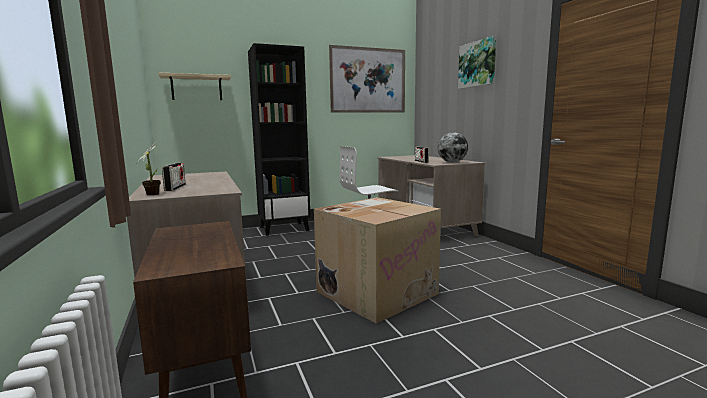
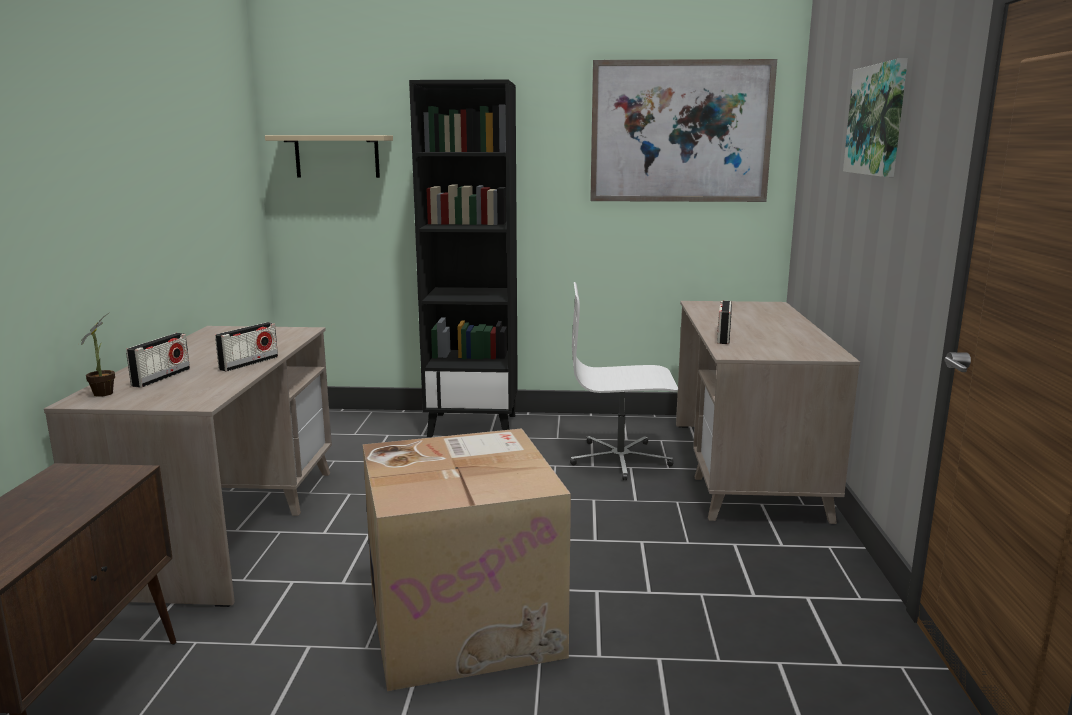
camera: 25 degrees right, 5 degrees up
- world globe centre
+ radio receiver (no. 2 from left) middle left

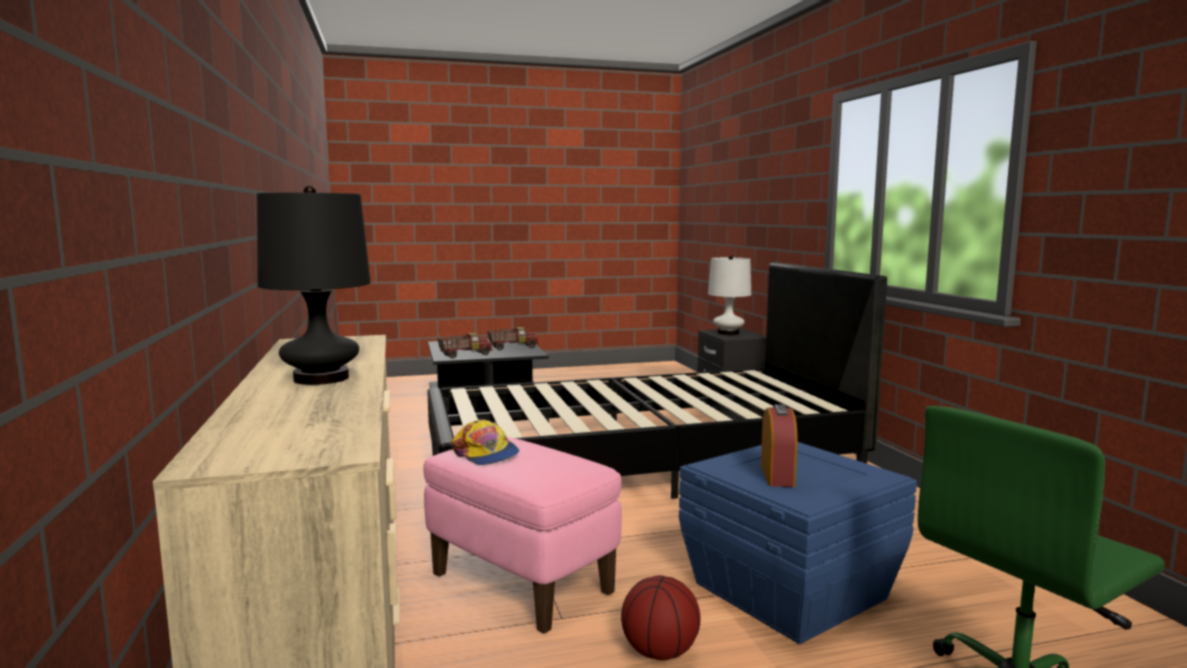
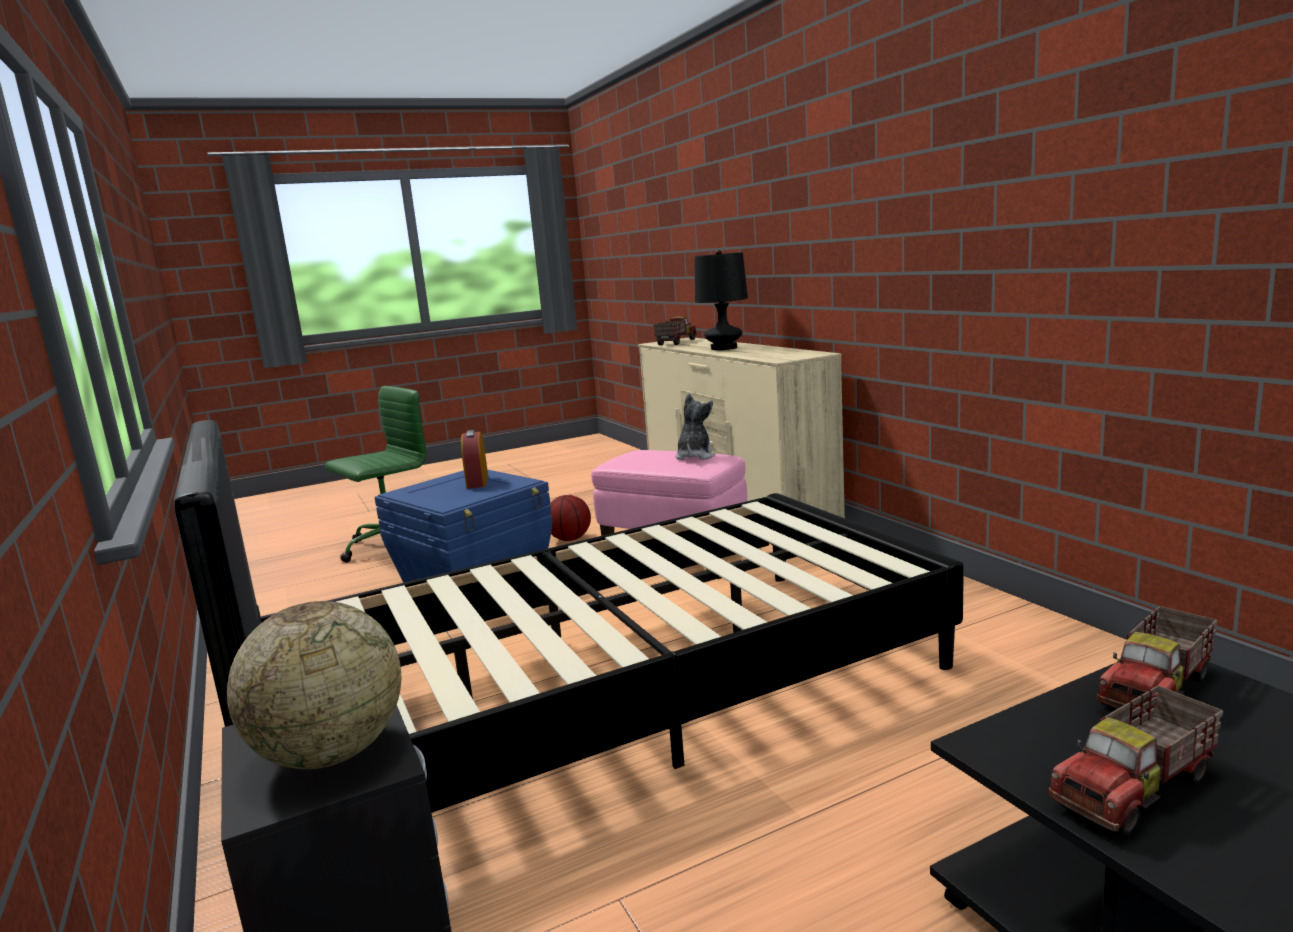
camera: 170 degrees right, 5 degrees up
+ model truck (no. 1 from left) centre
~ peaked cap centre to soft toy centre
~ white lamp for a table centre to world globe bottom left

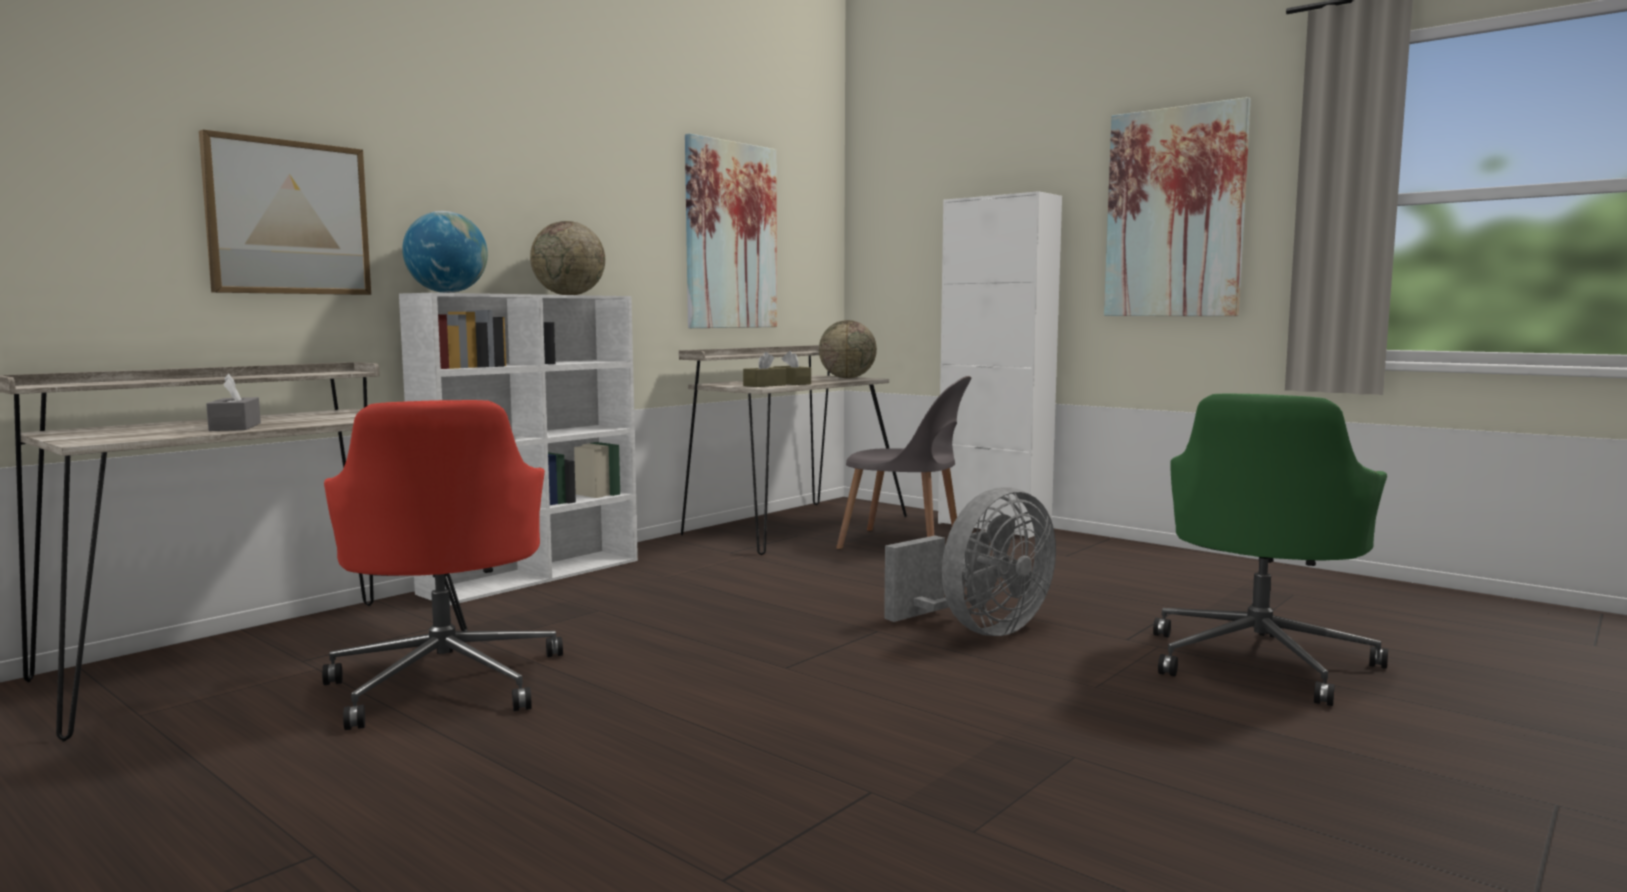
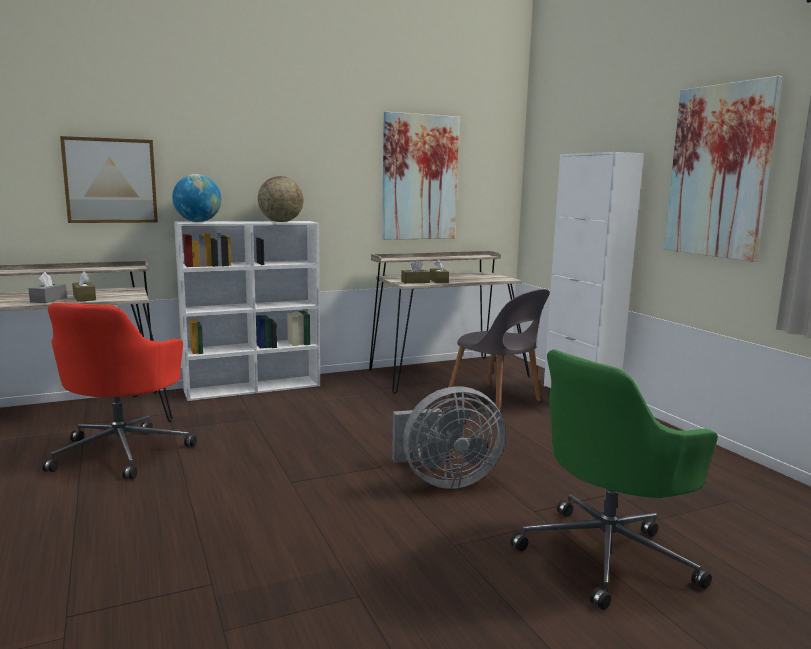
camera: 25 degrees right, 5 degrees up
- world globe (no. 3 from left) centre
+ brownish tissue box (no. 1 from left) middle left

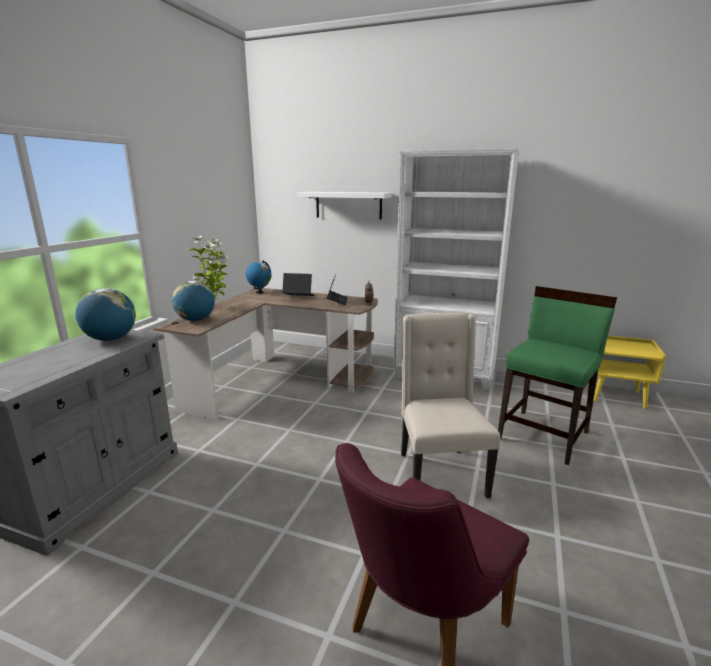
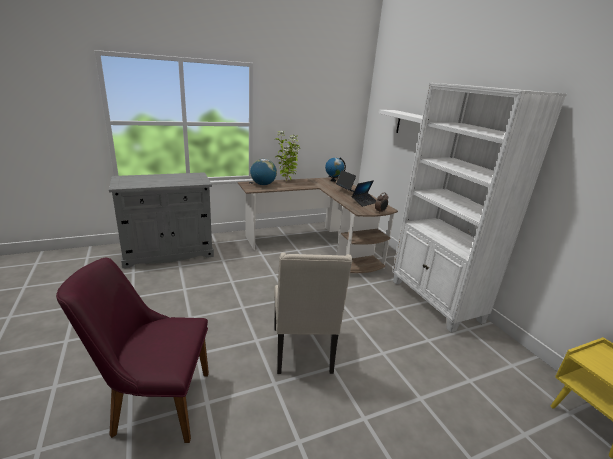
camera: 45 degrees right, 5 degrees up
- world globe (no. 1 from left) middle left
- greenish plain chair middle right
~ beige-coloured plain chair centre = bottom centre 135 degrees clockwise

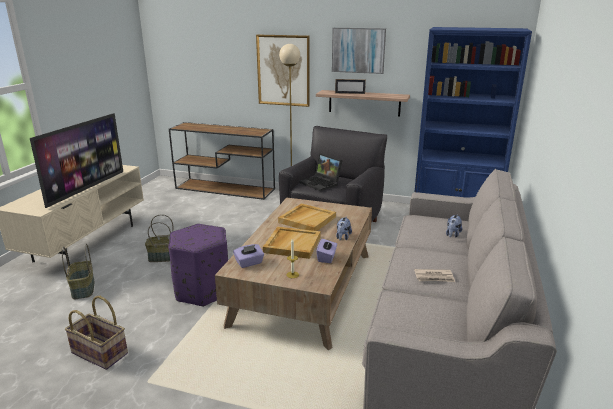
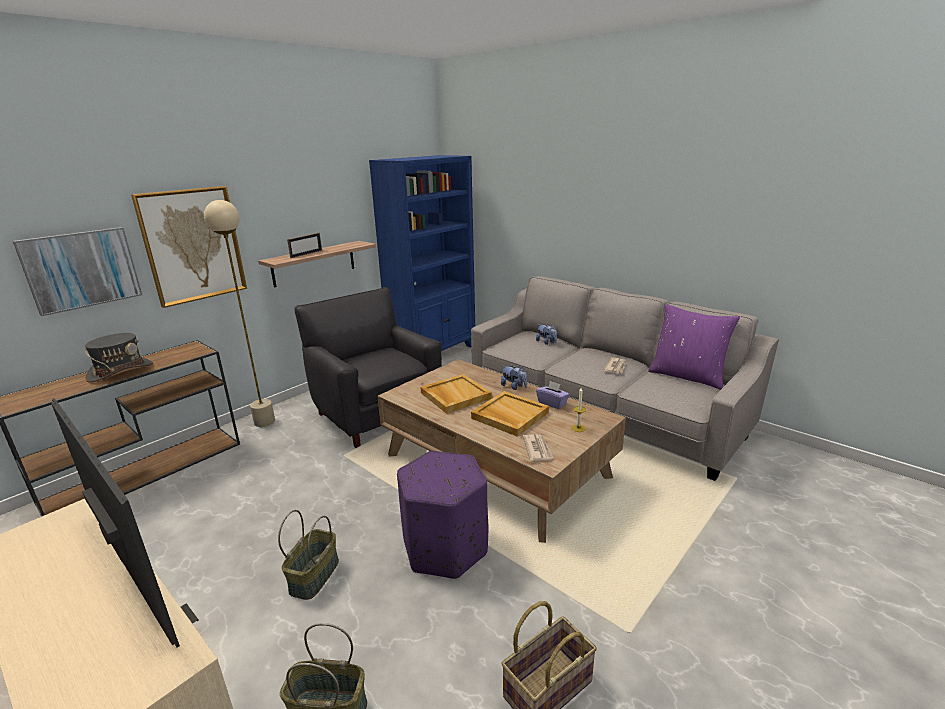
camera: 65 degrees left, 0 degrees up
- laptop centre
+ gray clothing hat middle left
+ purple throw pillow middle right
~ picture (no. 2 from left in the first image) top centre to picture (no. 1 from left) middle left
~ purple tissue box (no. 1 from left) centre to printed paper (no. 1 from left) centre

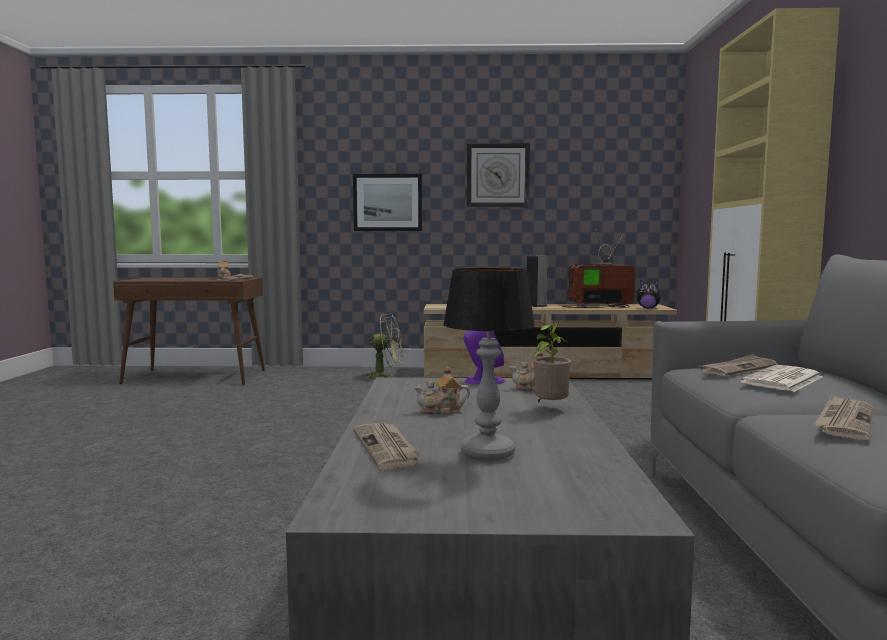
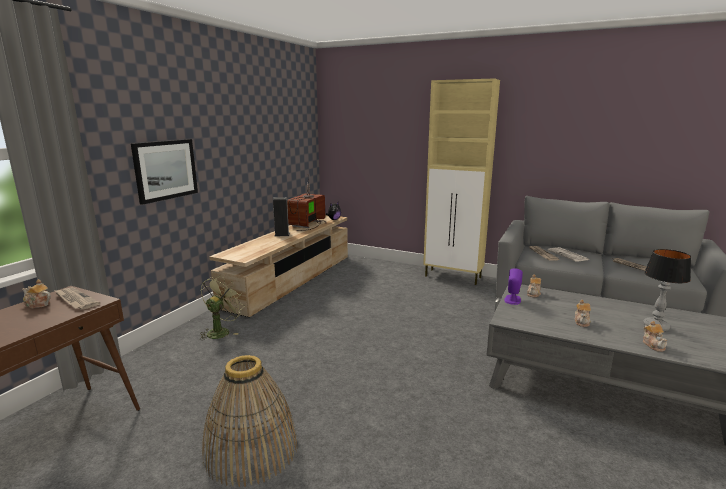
camera: 65 degrees left, 10 degrees up
- wall clock top centre
- houseplant centre
+ storage basket bottom centre
~ printed paper (no. 2 from left) bottom centre to teapot (no. 4 from left) bottom right

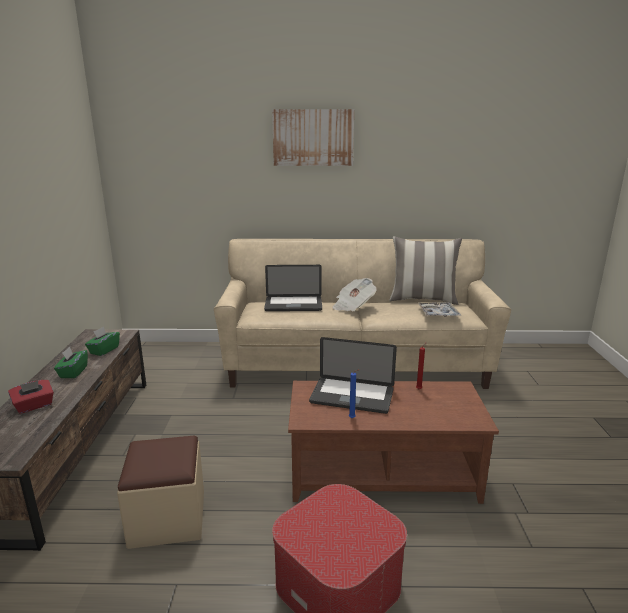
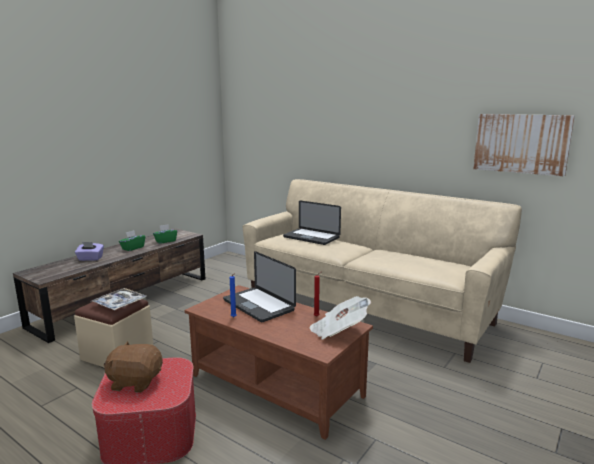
camera: 35 degrees right, 5 degrees down
- throw pillow middle right
+ brownish soft toy bottom left
~ picture top centre to top right
~ printed paper centre to bottom centre
~ tray middle right to middle left
~ red tissue box middle left to purple tissue box middle left

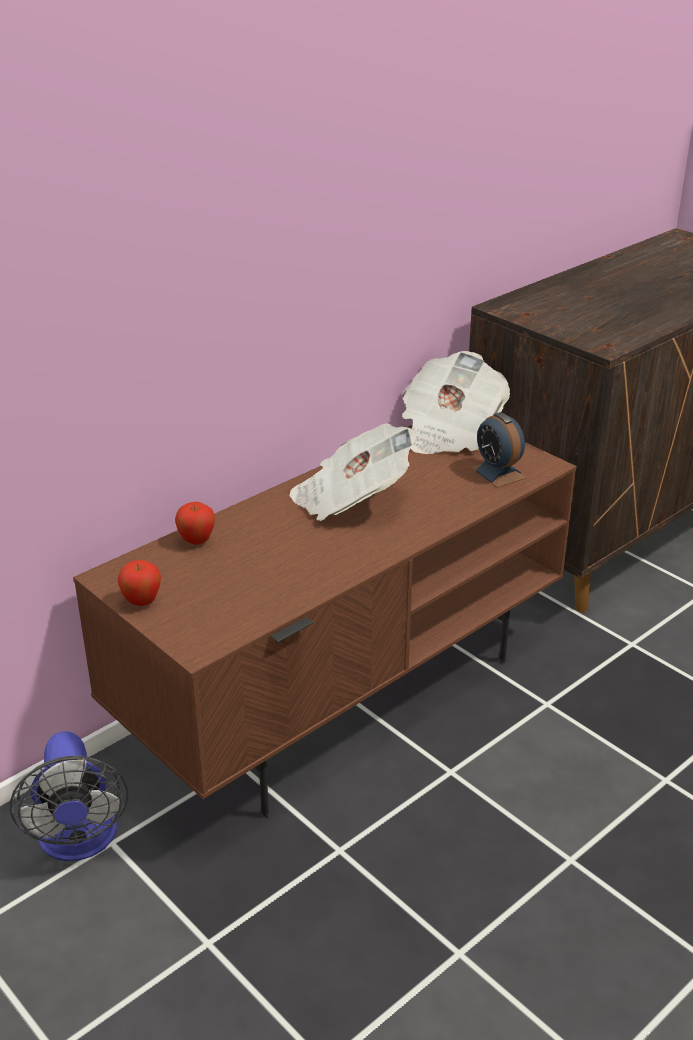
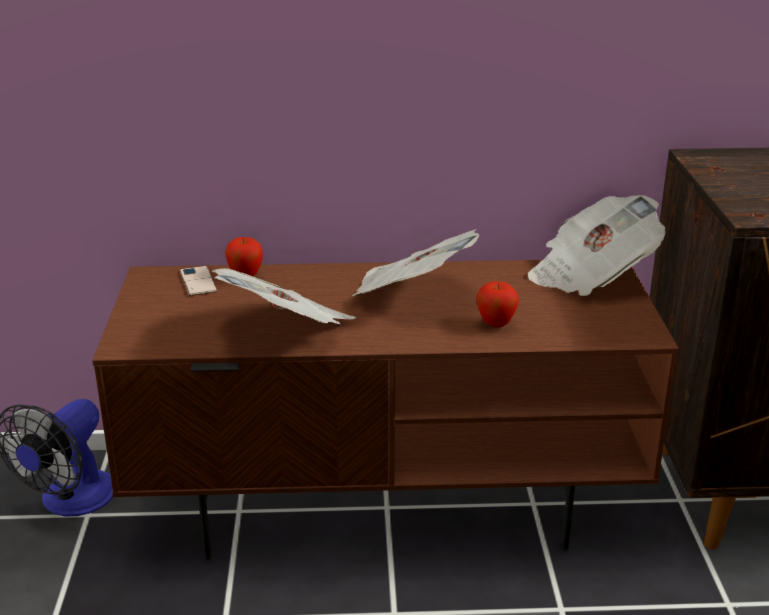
camera: 40 degrees right, 5 degrees down
- alarm clock middle right
+ telephone middle left
+ printed paper (no. 1 from left) centre
~ whole apple (no. 1 from left in the first image) middle left to whole apple (no. 2 from left) centre

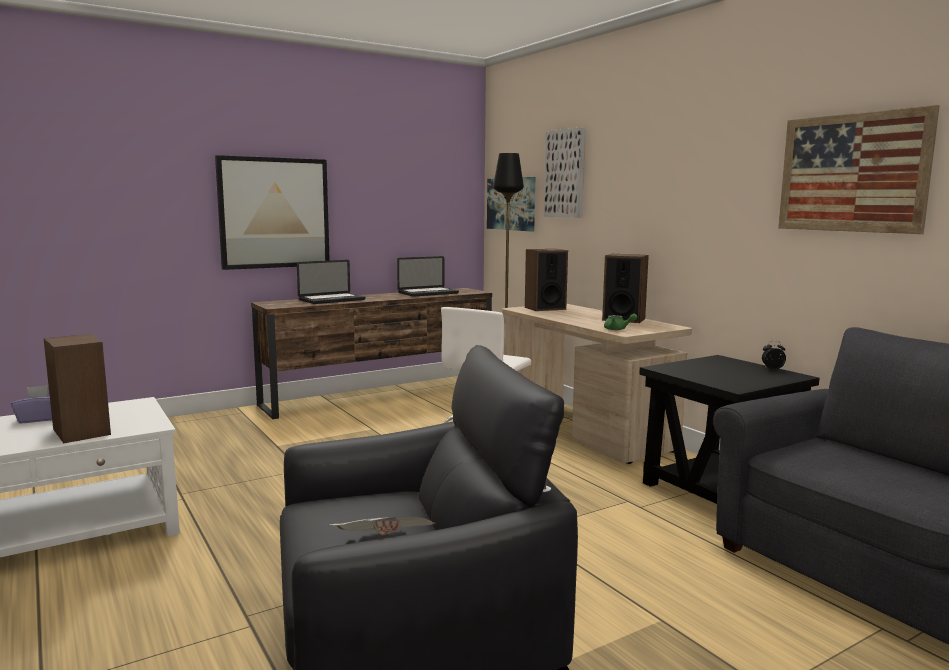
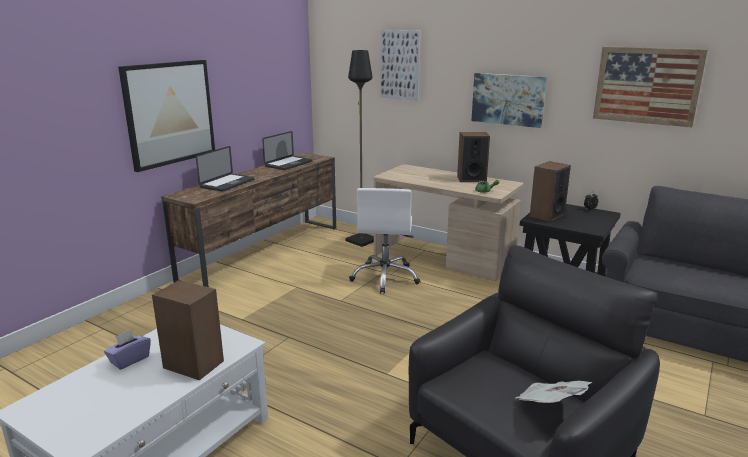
camera: 25 degrees left, 10 degrees up
~ picture (no. 2 from left in the first image) top centre to picture (no. 3 from left) top right
~ loudspeaker (no. 2 from left in the first image) centre to loudspeaker (no. 3 from left) middle right

